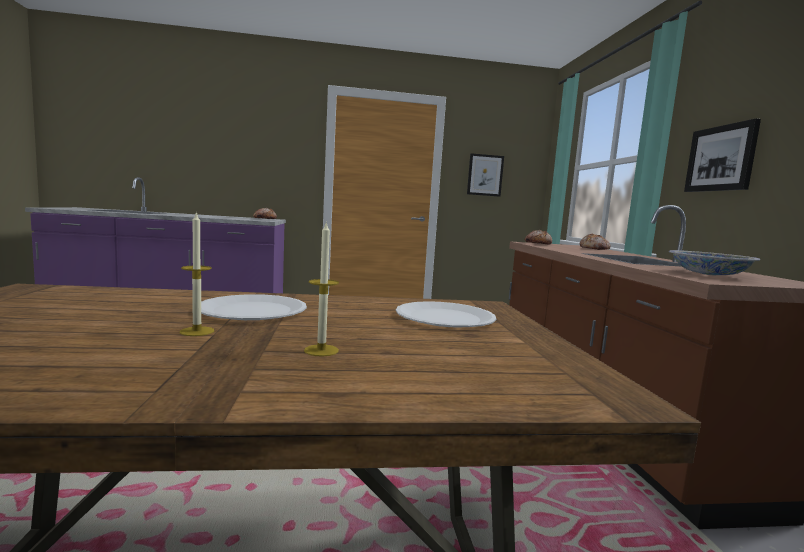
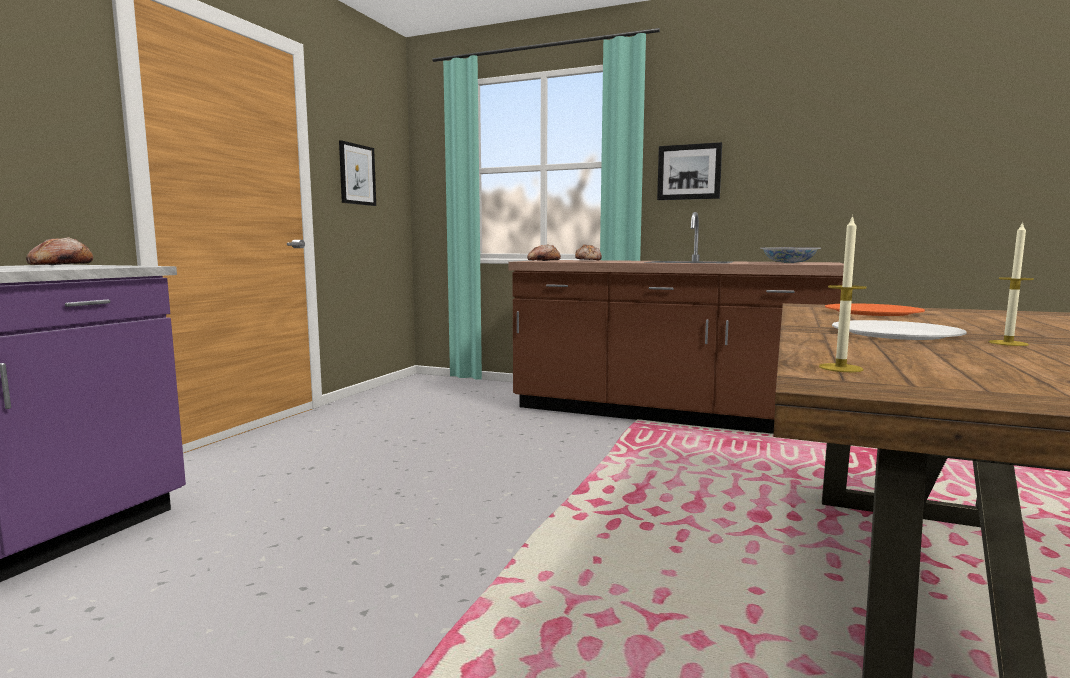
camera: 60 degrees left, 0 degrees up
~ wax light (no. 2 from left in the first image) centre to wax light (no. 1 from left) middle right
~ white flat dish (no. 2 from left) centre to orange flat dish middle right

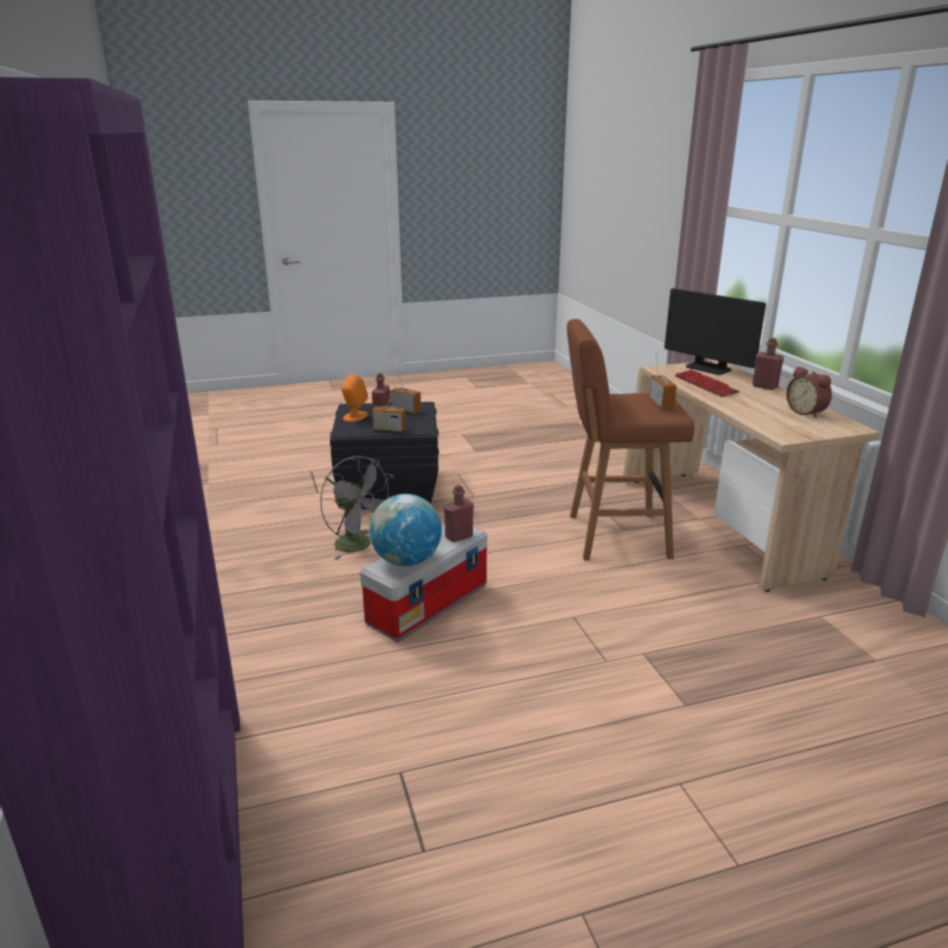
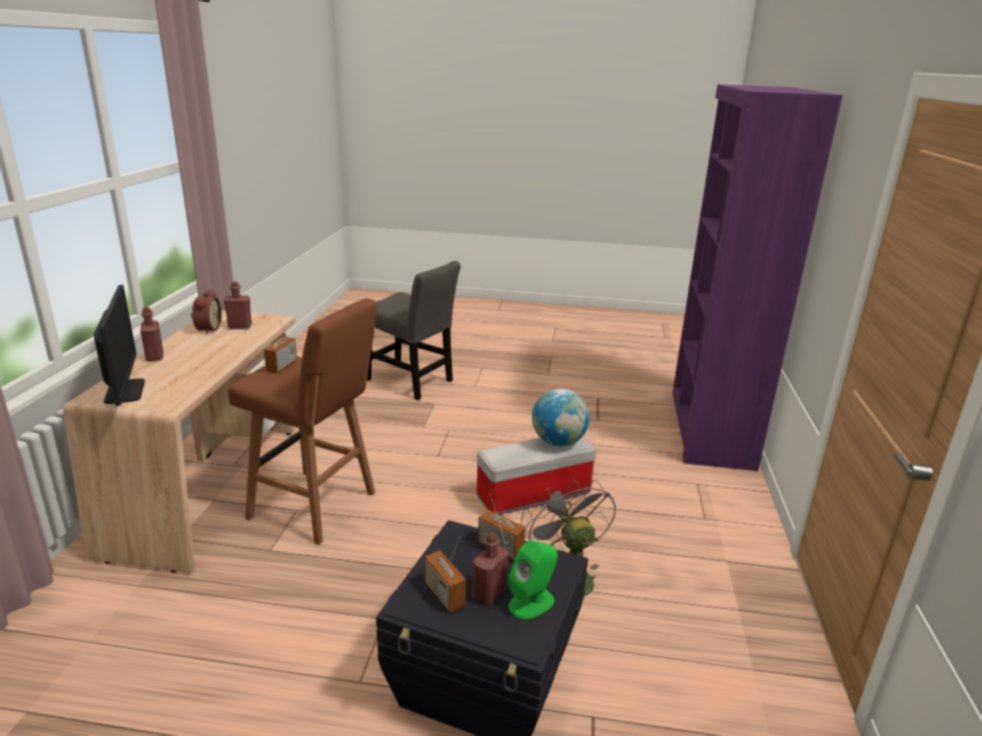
camera: 155 degrees left, 0 degrees up
- computer keyboard middle right
+ gray plain chair centre
~ red beverage bottle (no. 2 from left) centre to middle left
~ orange loudspeaker centre to greenish loudspeaker bottom centre

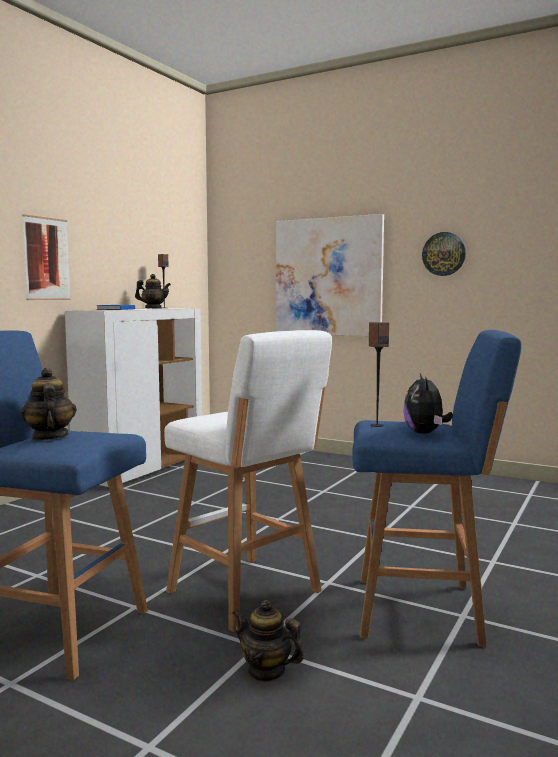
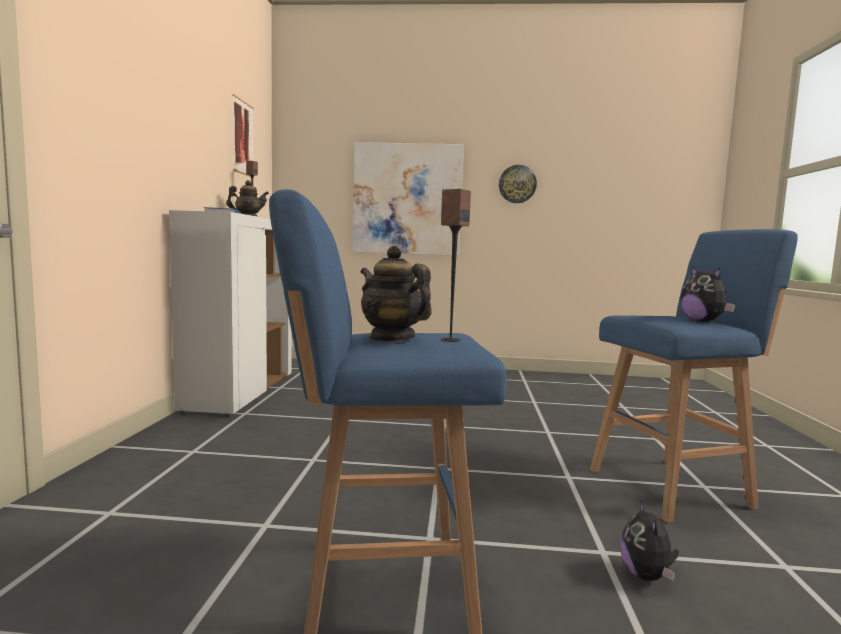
camera: 25 degrees left, 0 degrees up
- white sitting stool centre
~ picture (no. 1 from left) middle left to top left
~ loudspeaker (no. 2 from left) middle right to centre
~ teapot (no. 3 from left) bottom centre to soft toy (no. 1 from left) bottom right

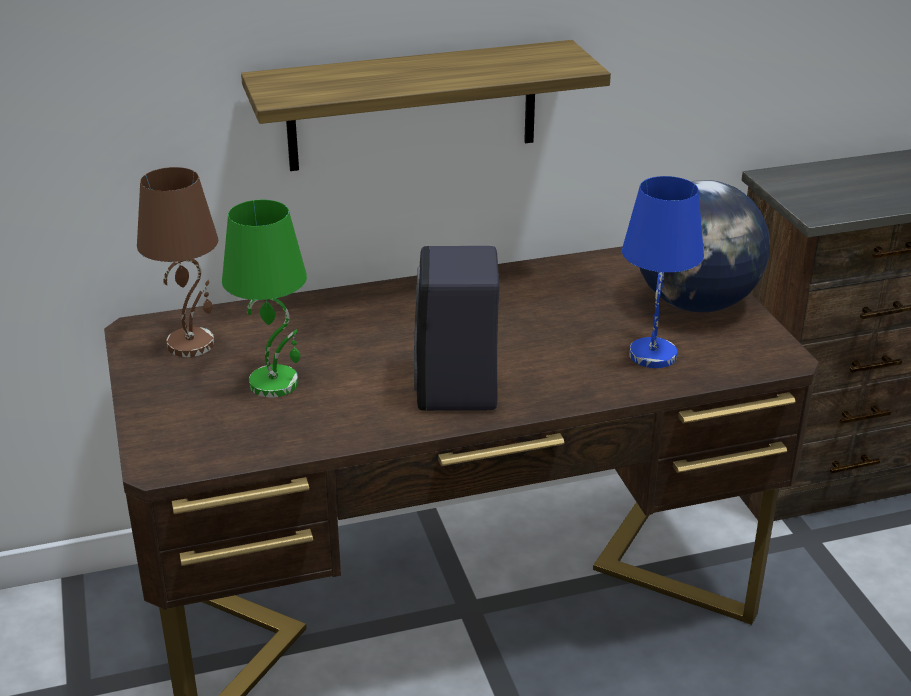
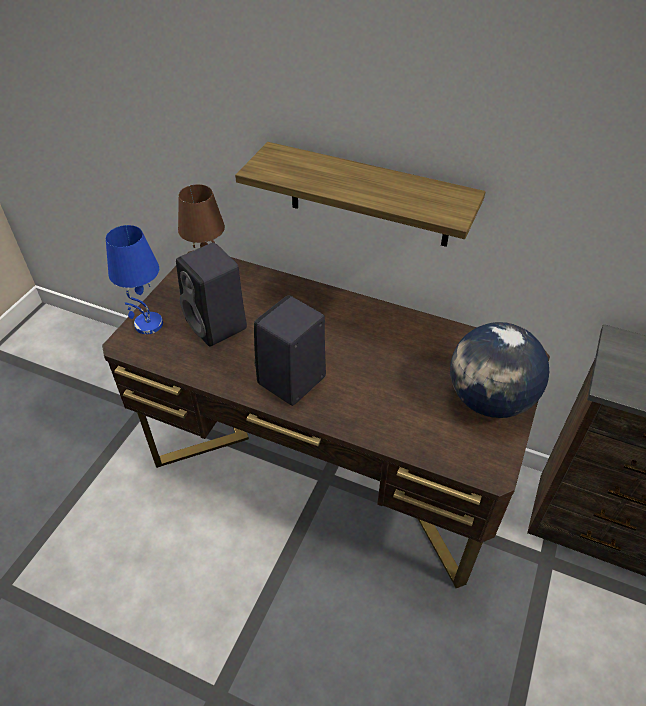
camera: 40 degrees right, 15 degrees up
~ bluish lamp for a table middle right to middle left
~ greenish lamp for a table middle left to blackish loudspeaker (no. 1 from left) middle left

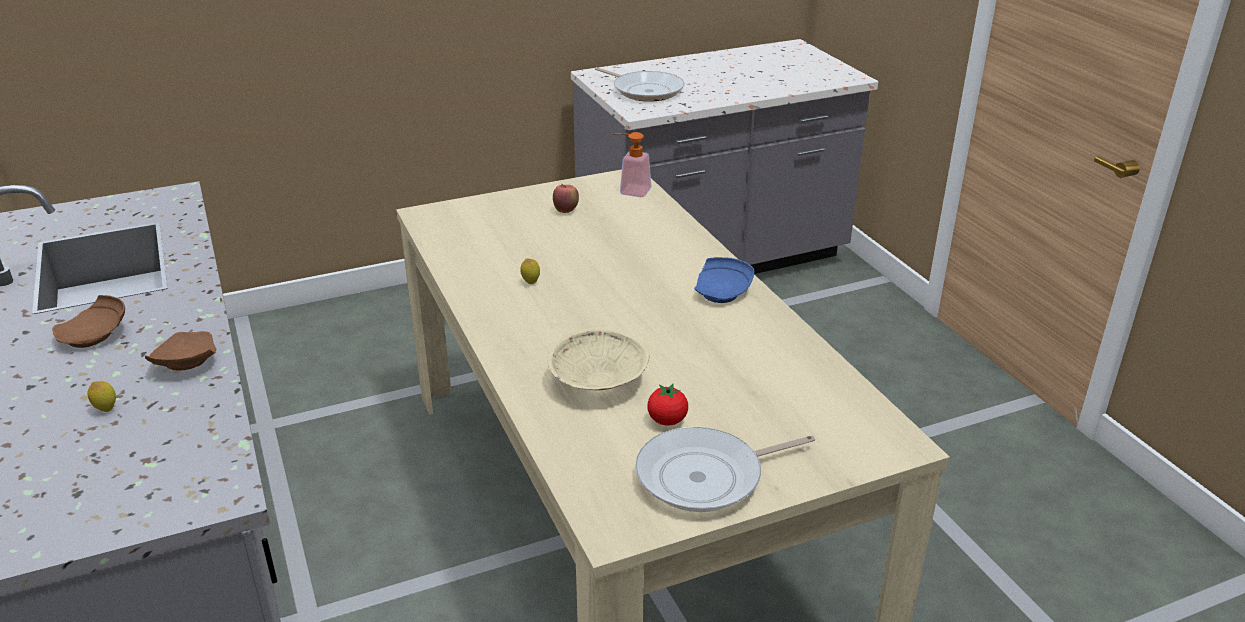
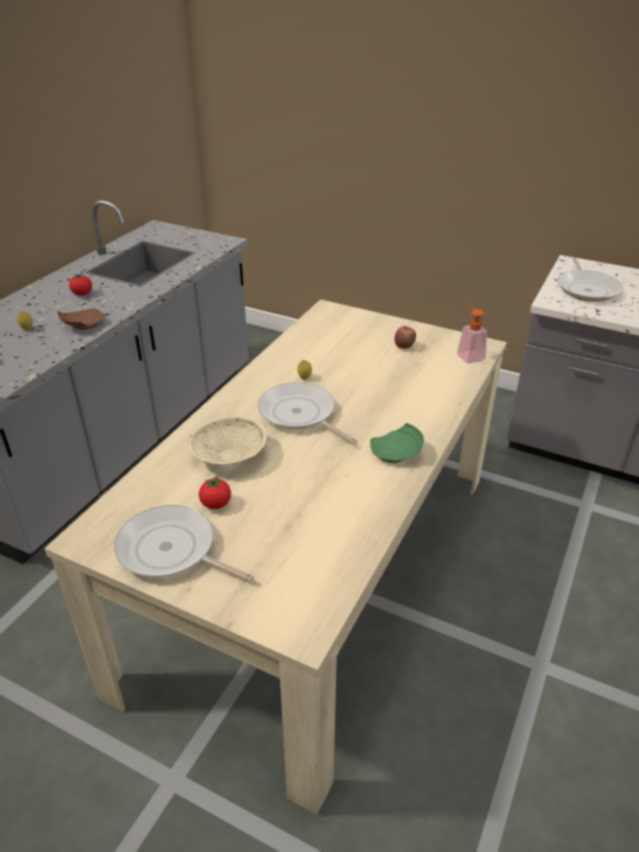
camera: 50 degrees right, 5 degrees up
+ skillet (no. 2 from left) centre
~ brownish flat dish (no. 1 from left) middle left to whole tomato (no. 1 from left) middle left
~ bluish flat dish centre to greenish flat dish centre

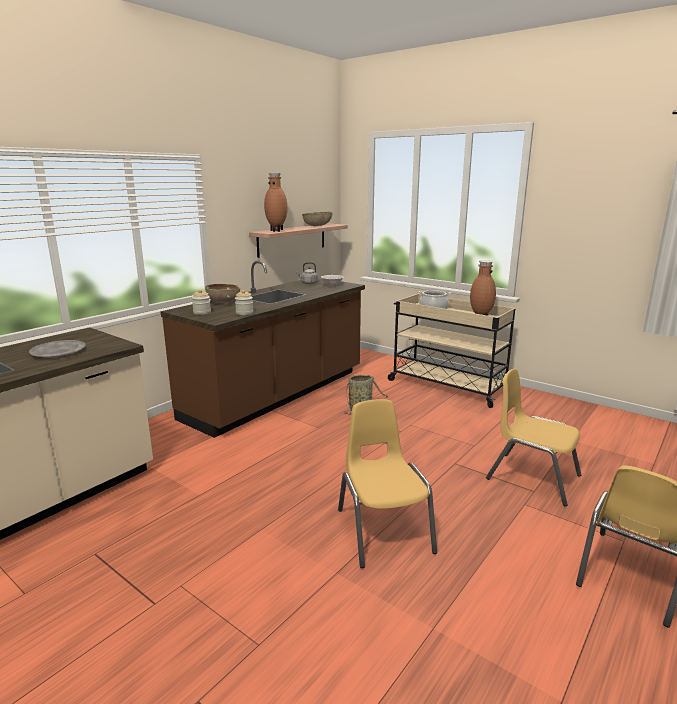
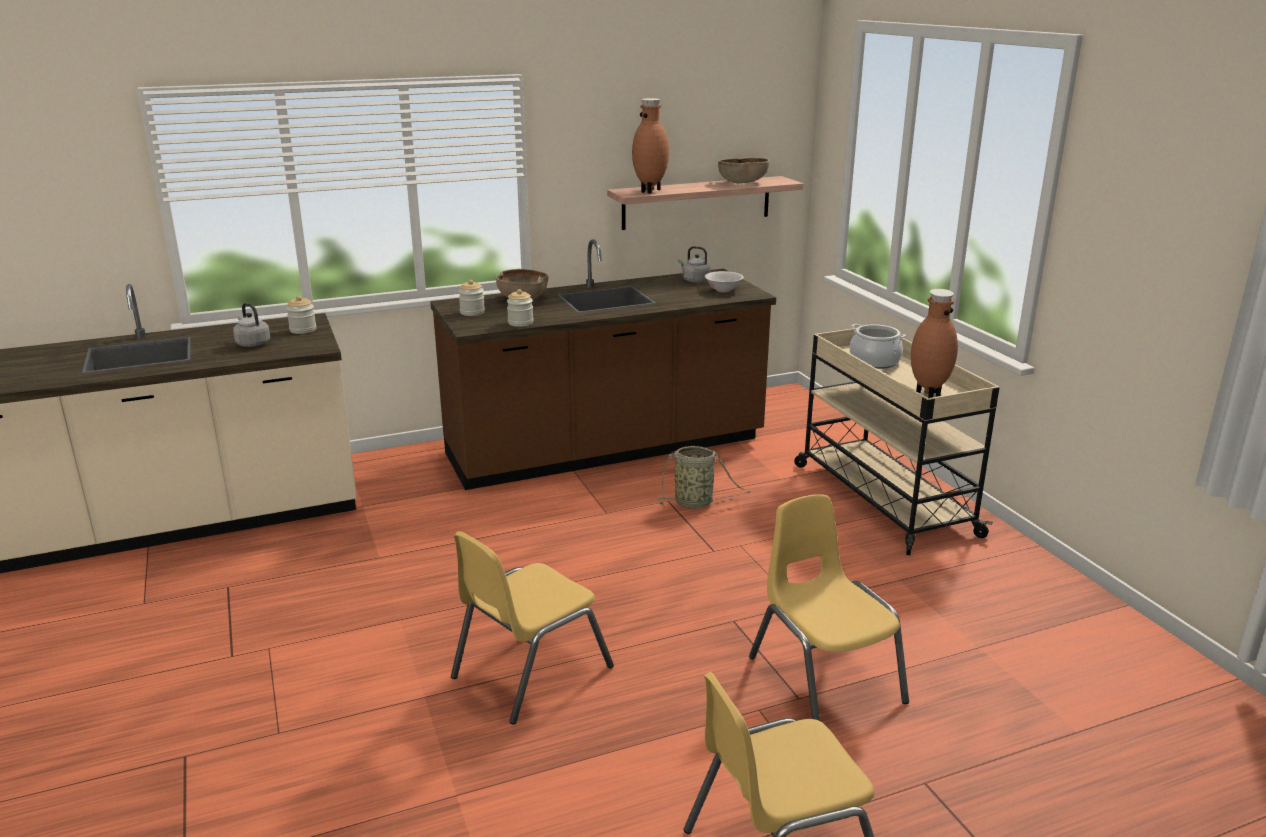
camera: 30 degrees right, 5 degrees up
+ jar (no. 1 from left) middle left
~ gray flat dish middle left to gray kettle (no. 1 from left) middle left
~ yellow plain chair (no. 1 from left) bottom centre = bottom centre 150 degrees counterclockwise

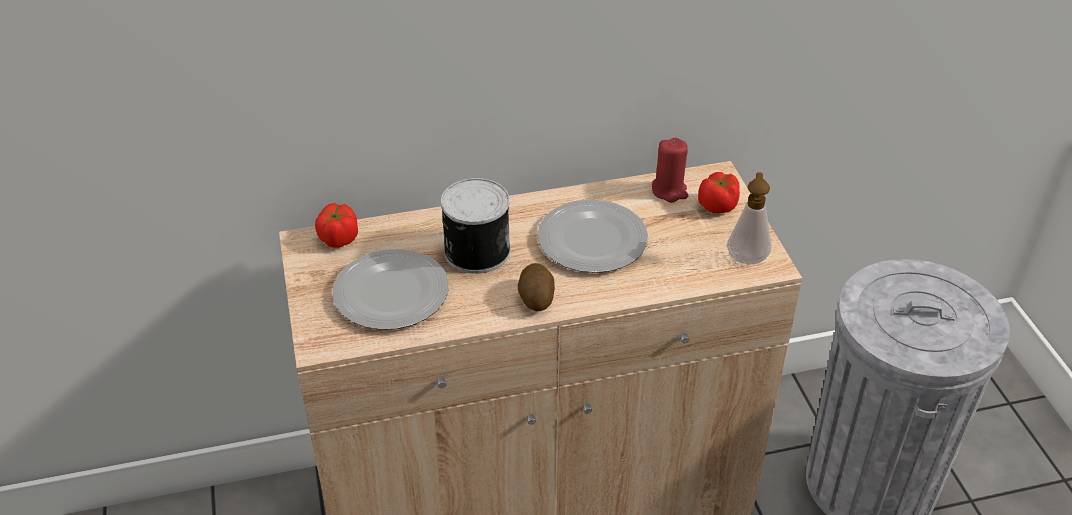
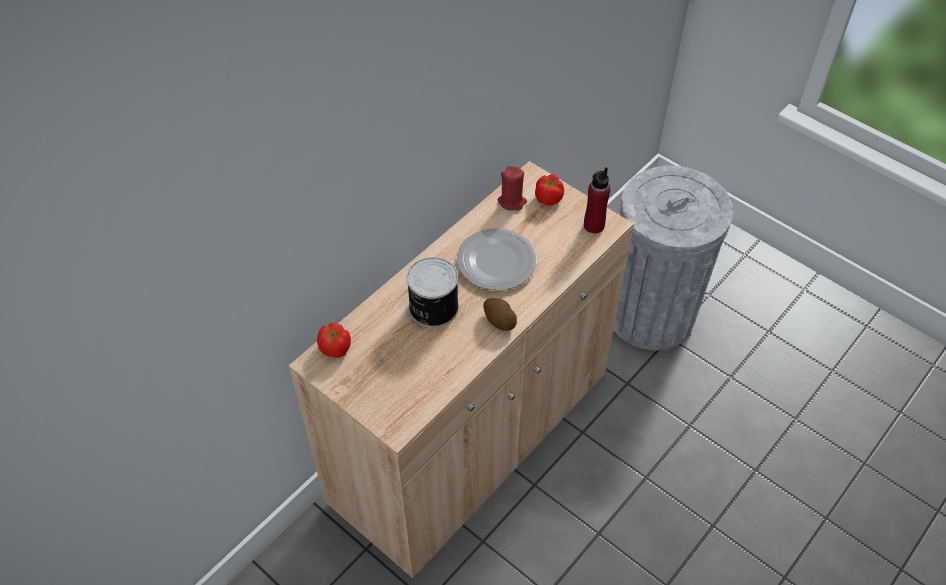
camera: 35 degrees left, 10 degrees up
- flat dish (no. 1 from left) centre
~ soap bottle middle right to red beverage bottle centre

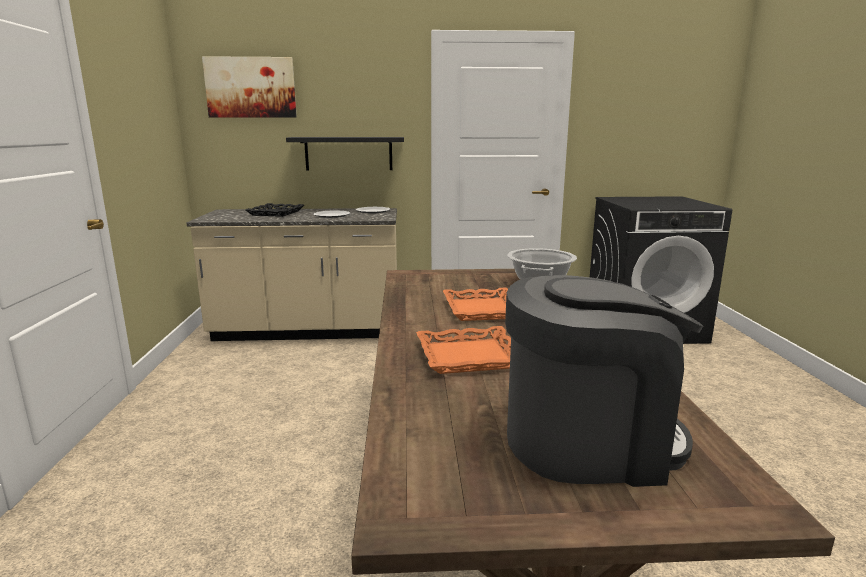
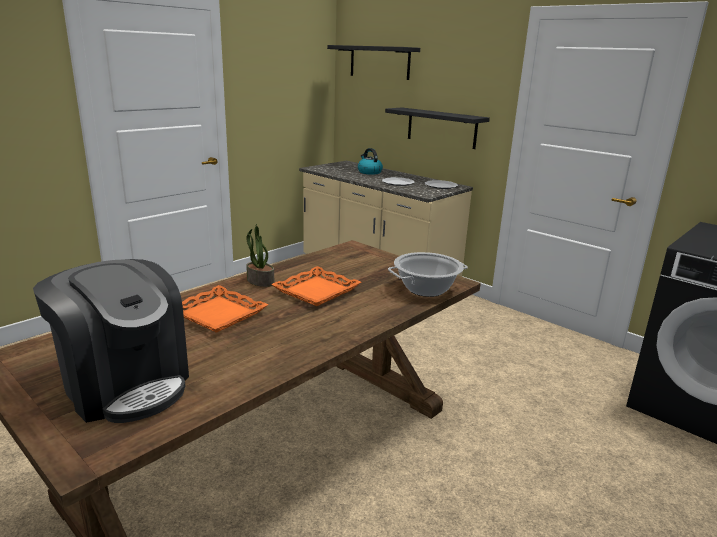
camera: 45 degrees right, 5 degrees up
+ houseplant centre
~ picture top left to blackish shelf (no. 1 from left) top centre
~ blackish tray middle left to kettle top centre

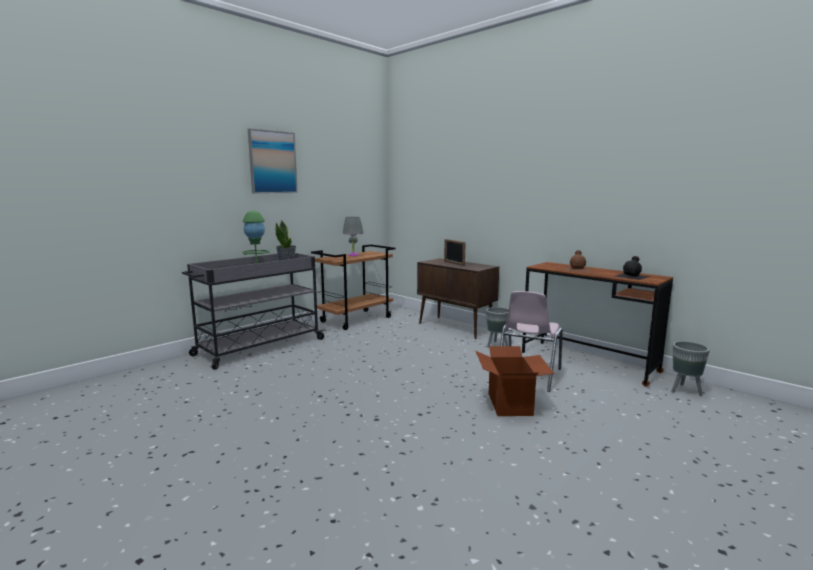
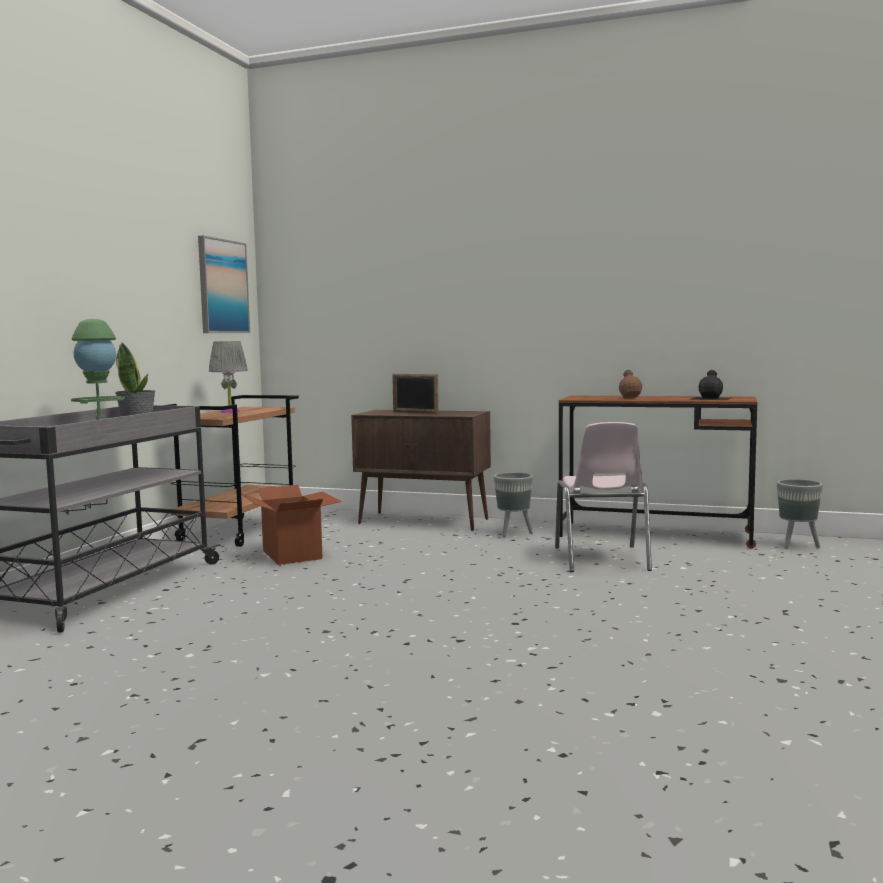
camera: 25 degrees left, 5 degrees down
~ picture top centre to top left
~ carton bottom centre to middle left

